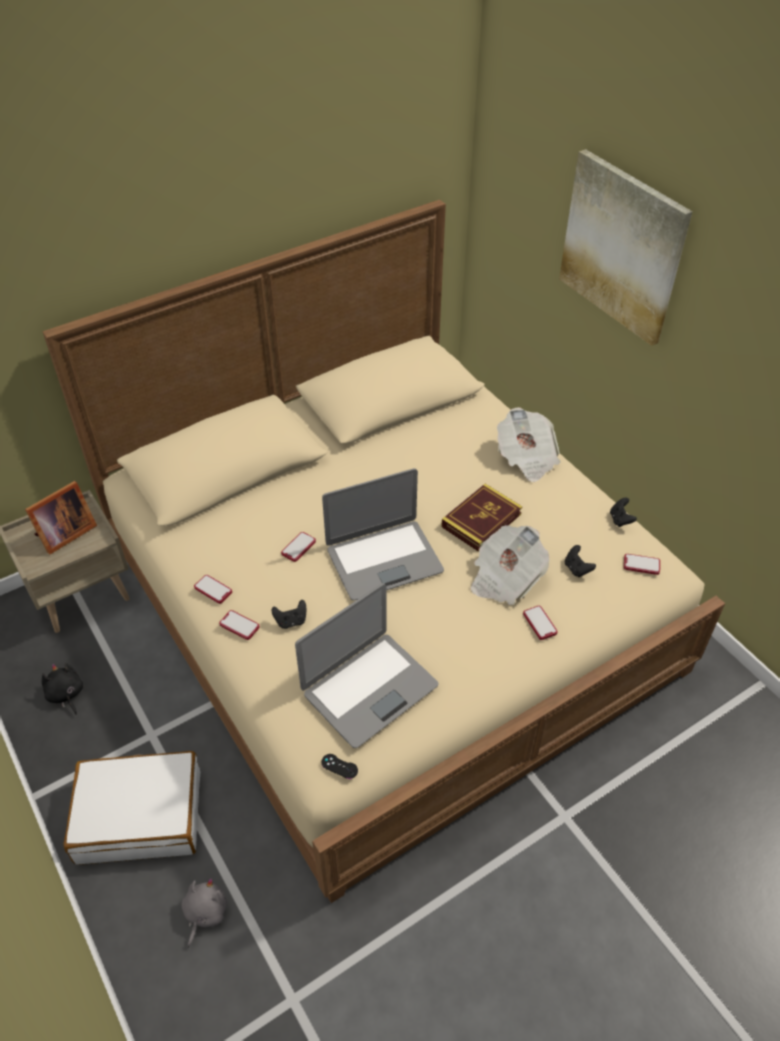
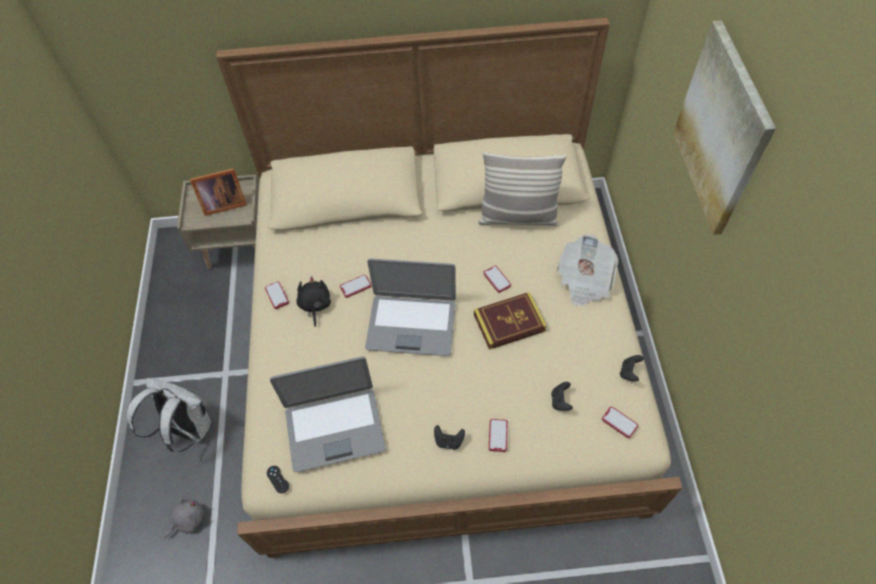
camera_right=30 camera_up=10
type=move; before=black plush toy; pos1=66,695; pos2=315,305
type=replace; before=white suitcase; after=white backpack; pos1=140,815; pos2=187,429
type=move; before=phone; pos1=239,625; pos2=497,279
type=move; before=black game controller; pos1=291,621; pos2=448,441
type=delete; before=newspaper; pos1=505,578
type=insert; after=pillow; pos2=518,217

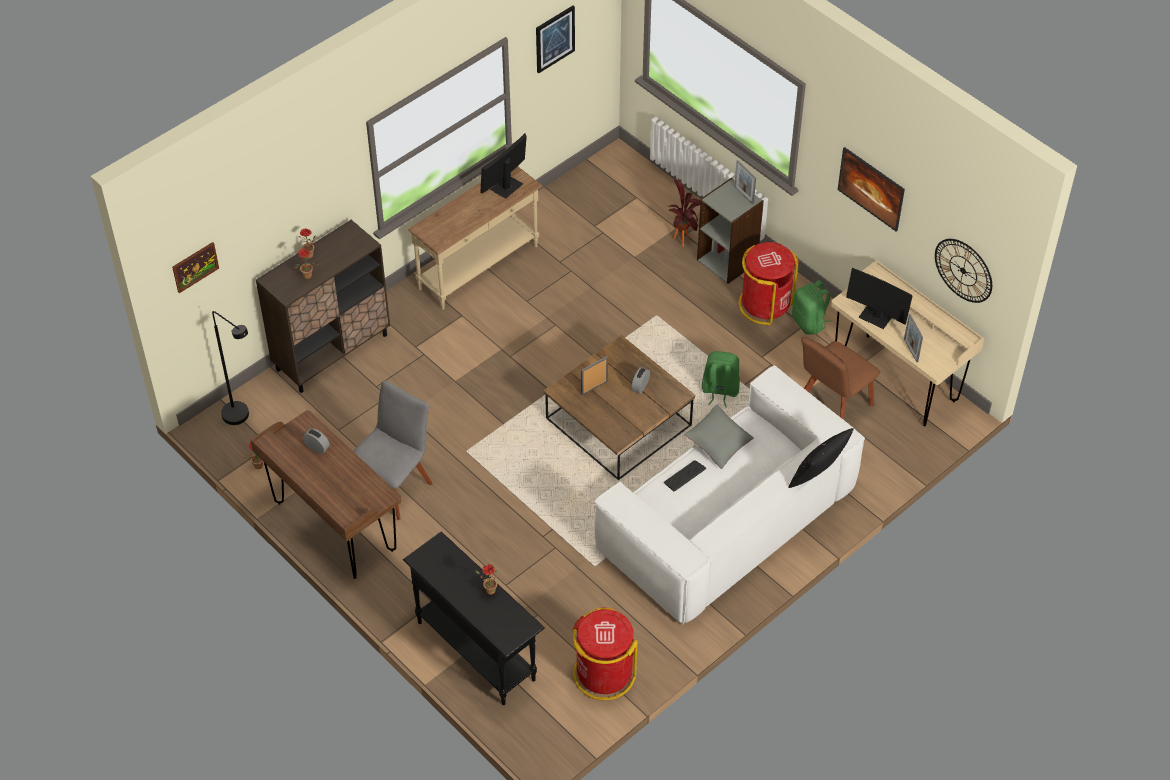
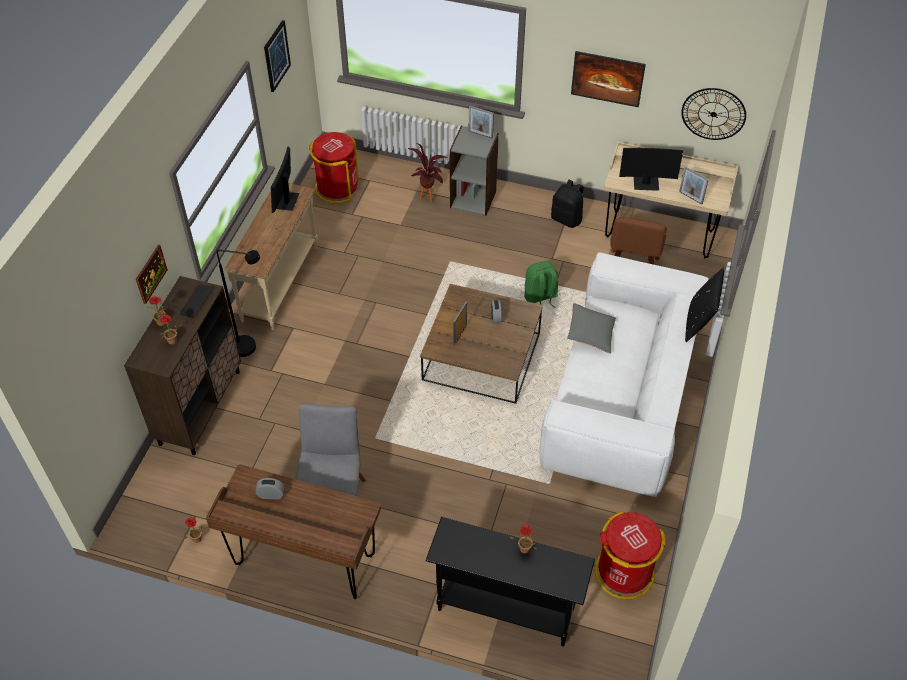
camera_right=-30 camera_up=0
type=move; before=picture; pos1=195,267; pos2=151,274
type=move; before=black floor lamp; pos1=241,418; pos2=251,347
type=move; before=keyboard; pos1=684,476; pos2=196,301
type=move; before=red trash can; pos1=765,304; pos2=337,187
type=recolor; before=green backpack; after=black backpack; pos1=809,323; pos2=567,219

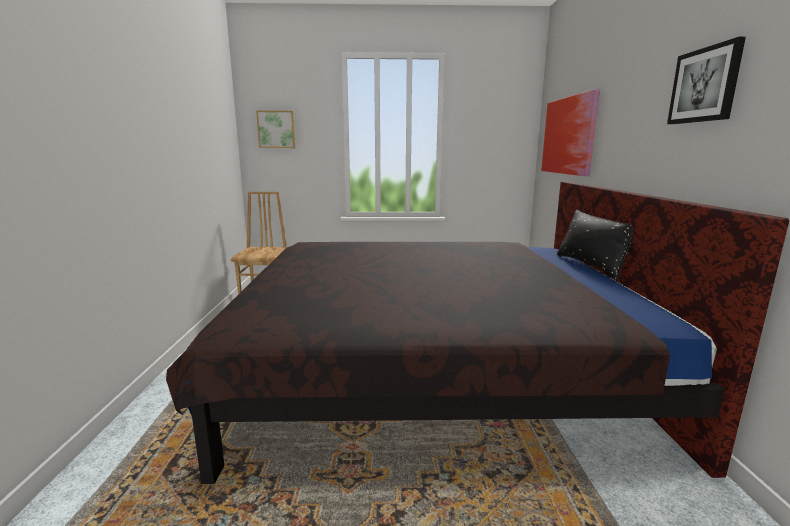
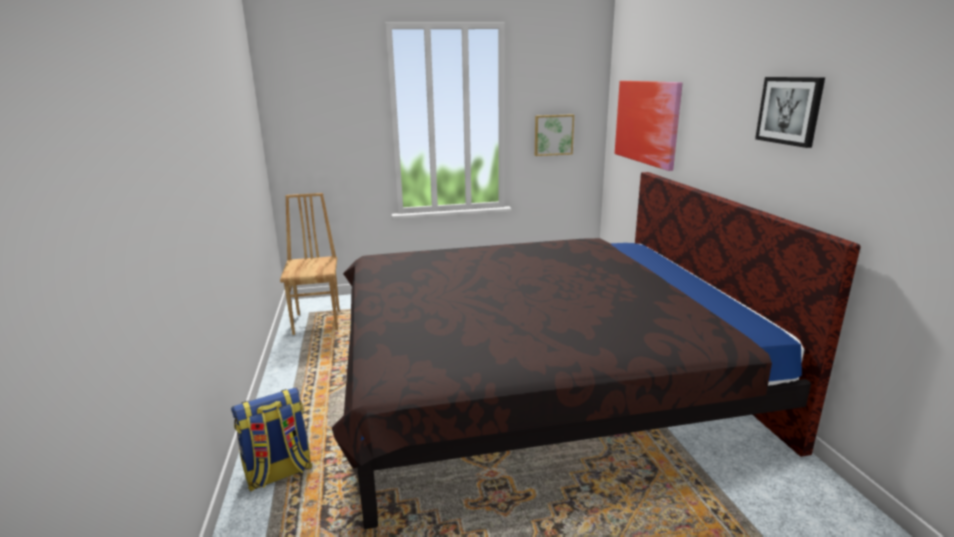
camera_right=-10 camera_up=5
type=move; before=picture; pos1=276,129; pos2=553,135
type=delete; before=black pillow; pos1=590,266
type=insert; after=backpack; pos2=278,473

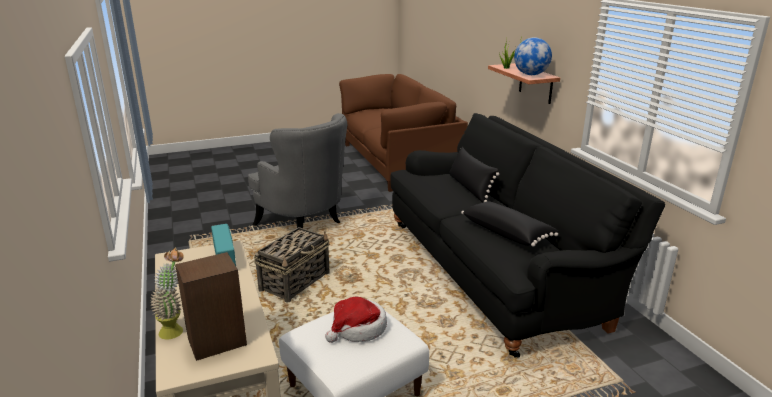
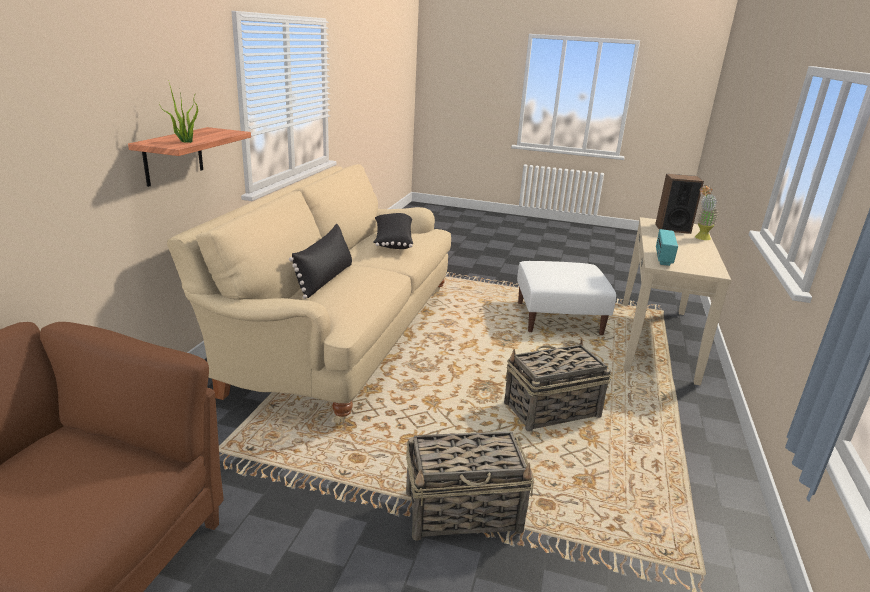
camera_right=-145 camera_up=0
type=replace; before=grey armchair; after=basket; pos1=305,223; pos2=464,511
type=delete; before=hat; pos1=358,328
type=recolor; before=black sofa; after=beige sofa; pos1=494,271; pos2=341,335
type=delete; before=globe; pos1=530,75

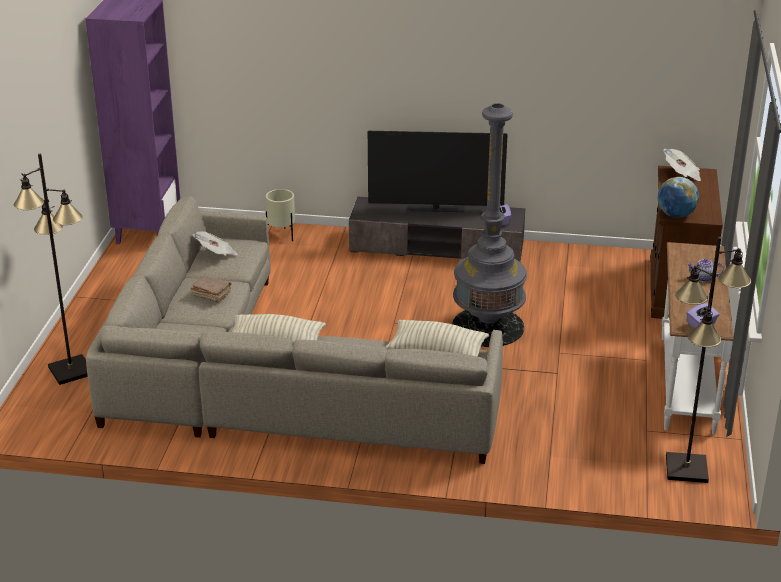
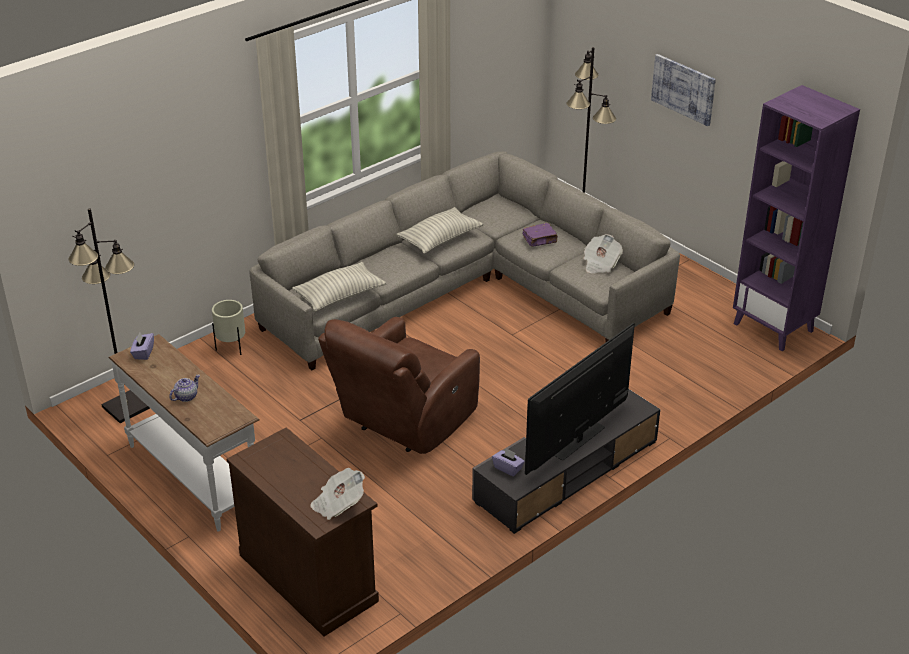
camera_right=130 camera_up=5
type=recolor; before=brown book; after=purple book; pos1=211,295; pos2=540,240
type=move; before=beige planter; pos1=281,236; pos2=232,348
type=replace; before=grey floor lamp; after=brown armchair; pos1=488,327; pos2=403,423
type=delete; before=globe; pos1=676,215
type=insert; after=picture; pos2=683,89

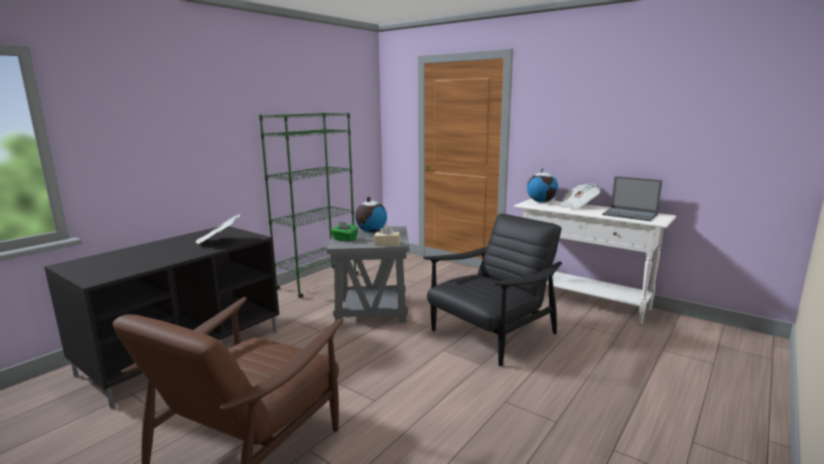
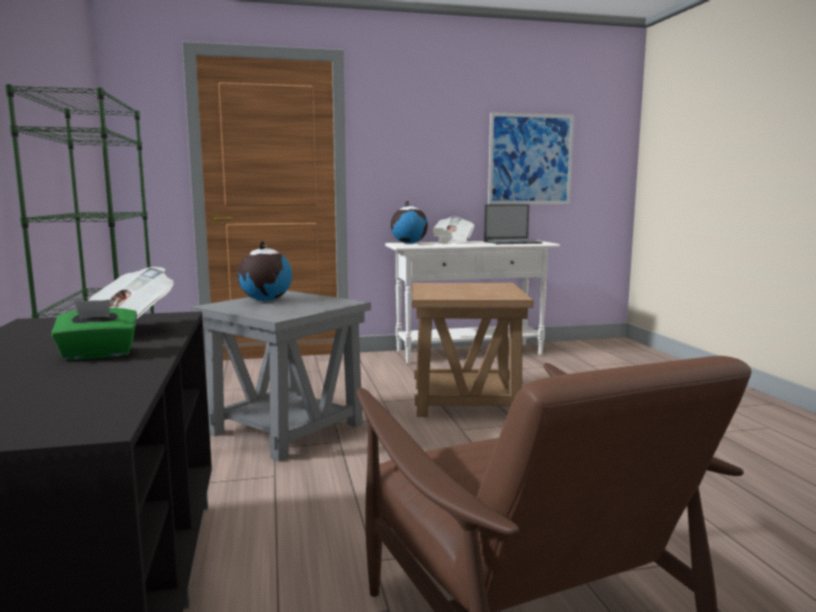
camera_right=-50 camera_up=-5
type=move; before=green tissue box; pos1=344,239; pos2=98,354
type=delete; before=beige tissue box; pos1=387,244
type=replace; before=black armchair; after=brown side table; pos1=492,334; pos2=466,400
type=insert; after=picture; pos2=530,159

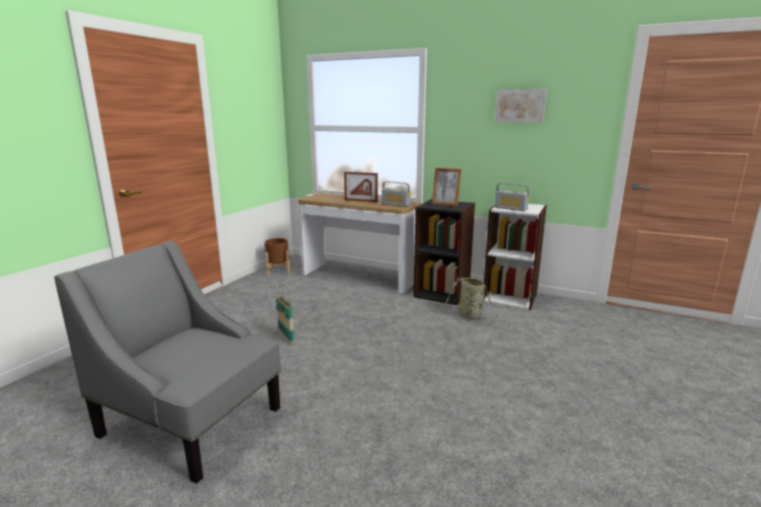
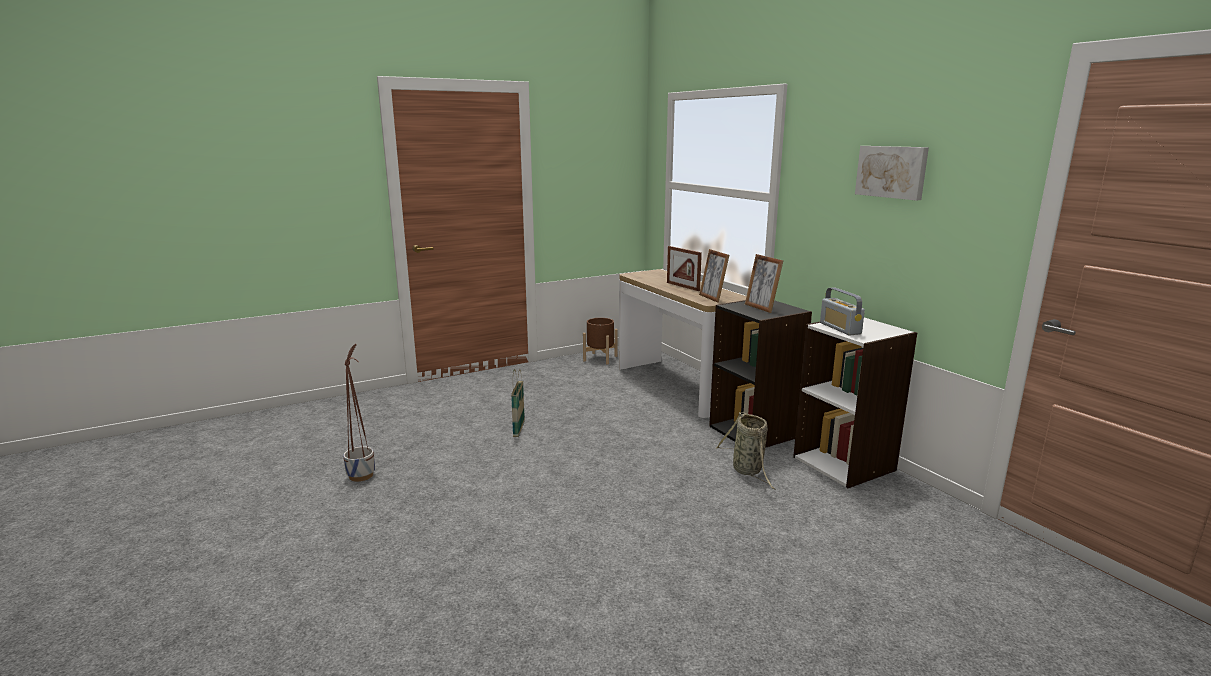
camera_right=35 camera_up=0
type=replace; before=grey armchair; after=planter; pos1=192,421; pos2=361,475
type=replace; before=radio; after=picture frame; pos1=395,205; pos2=712,298

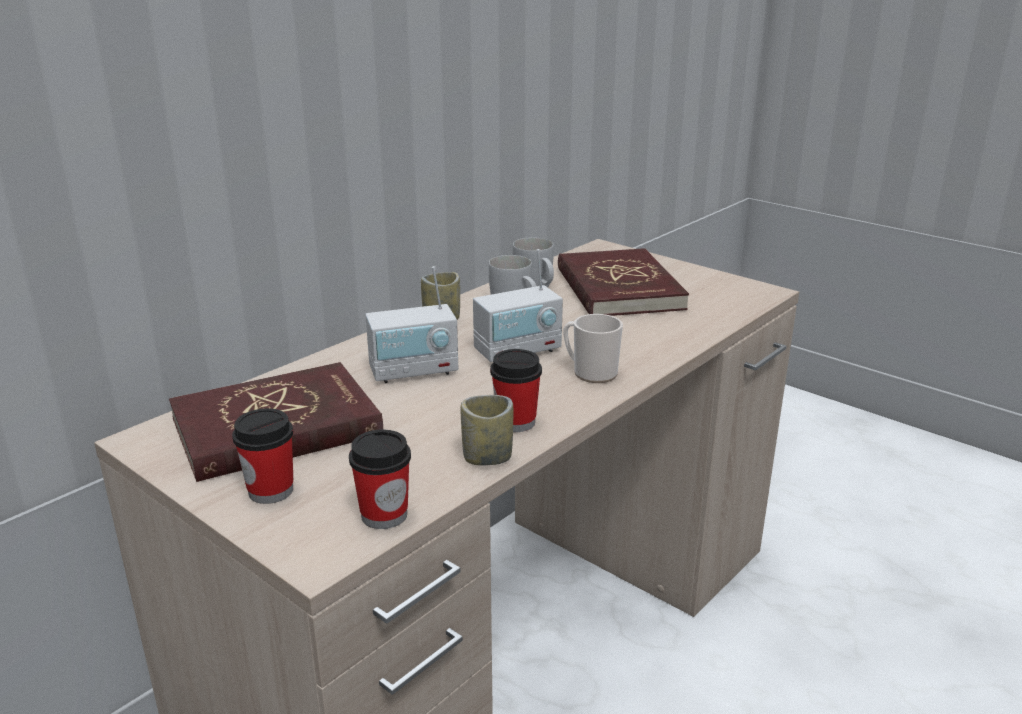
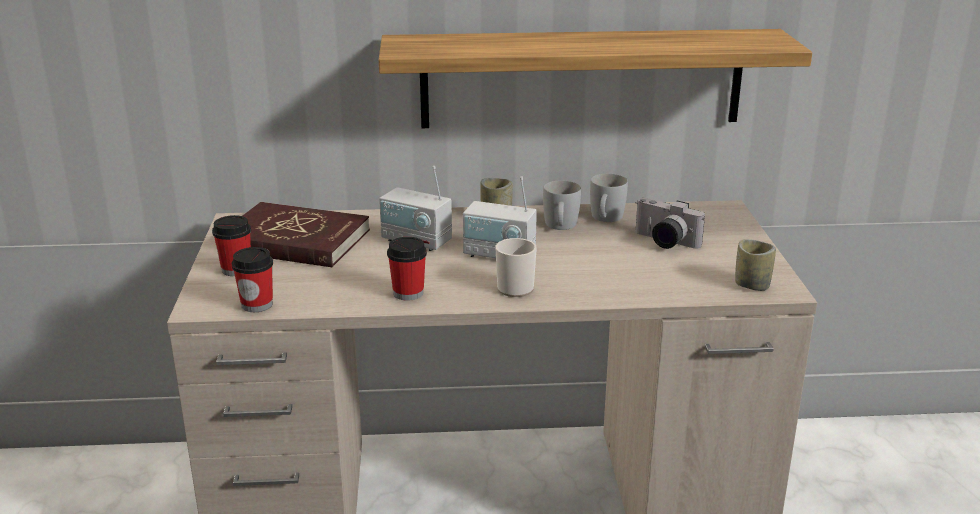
camera_right=45 camera_up=0
type=move; before=cup; pos1=487,457; pos2=752,285
type=replace; before=red book; after=photo camera; pos1=618,289; pos2=663,242
type=insert; after=shelf; pos2=581,78

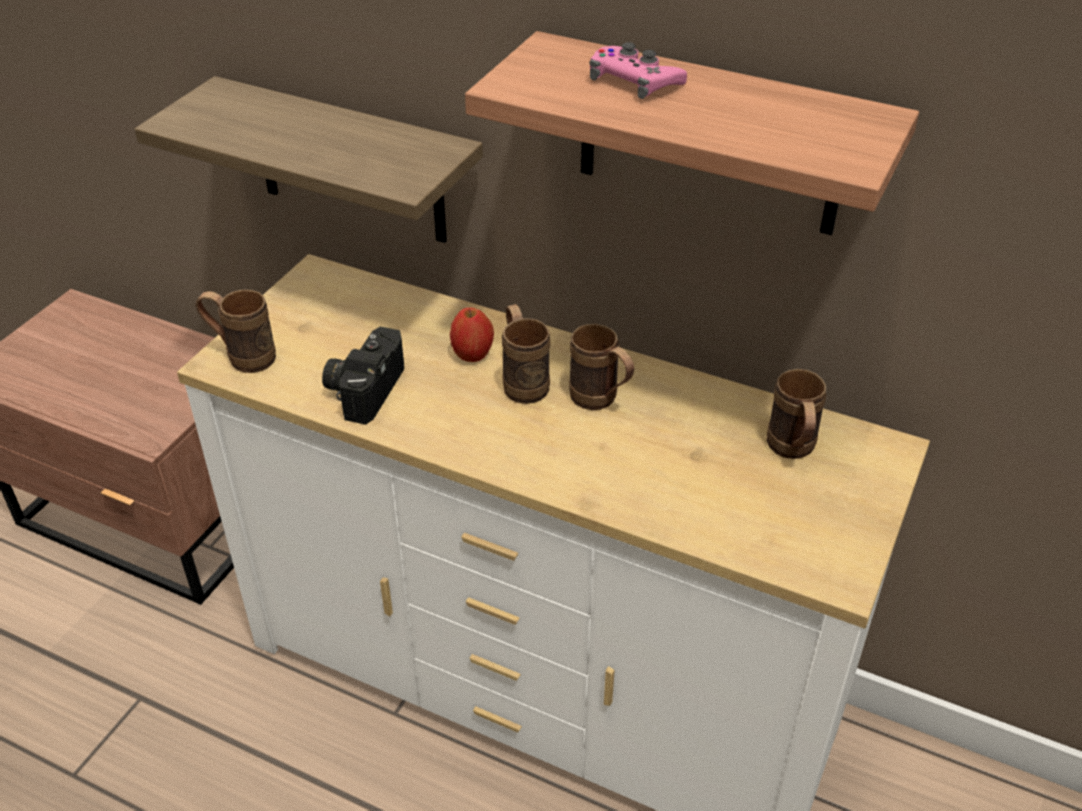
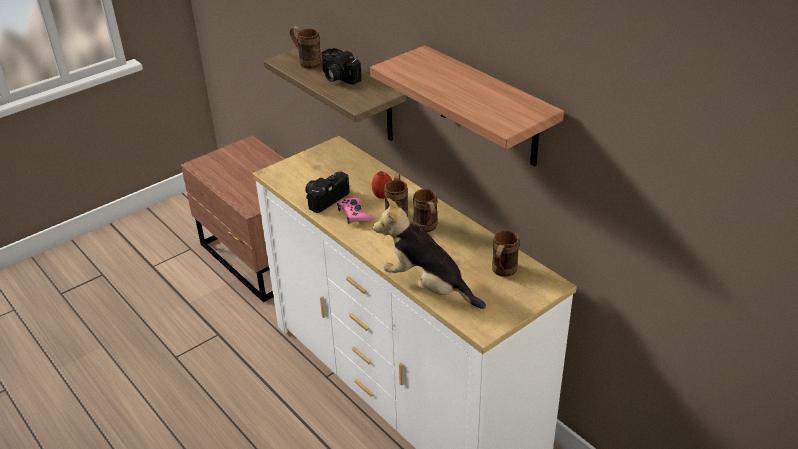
camera_right=25 camera_up=-5
type=move; before=brown mug; pos1=242,356; pos2=306,62
type=move; before=pink game controller; pos1=635,81; pos2=355,214
type=insert; after=photo camera; pos2=337,77
type=insert; after=plush toy; pos2=428,287

